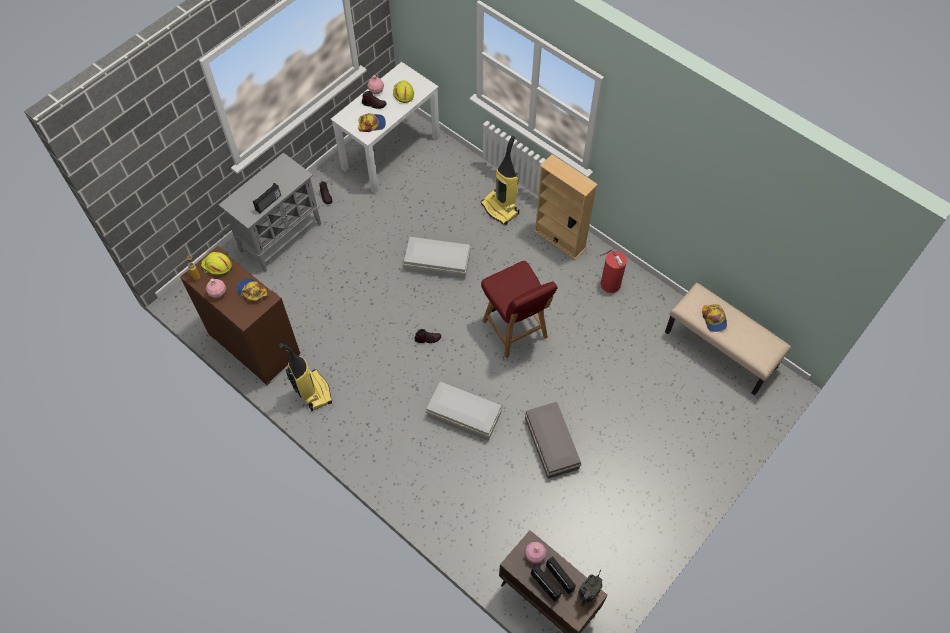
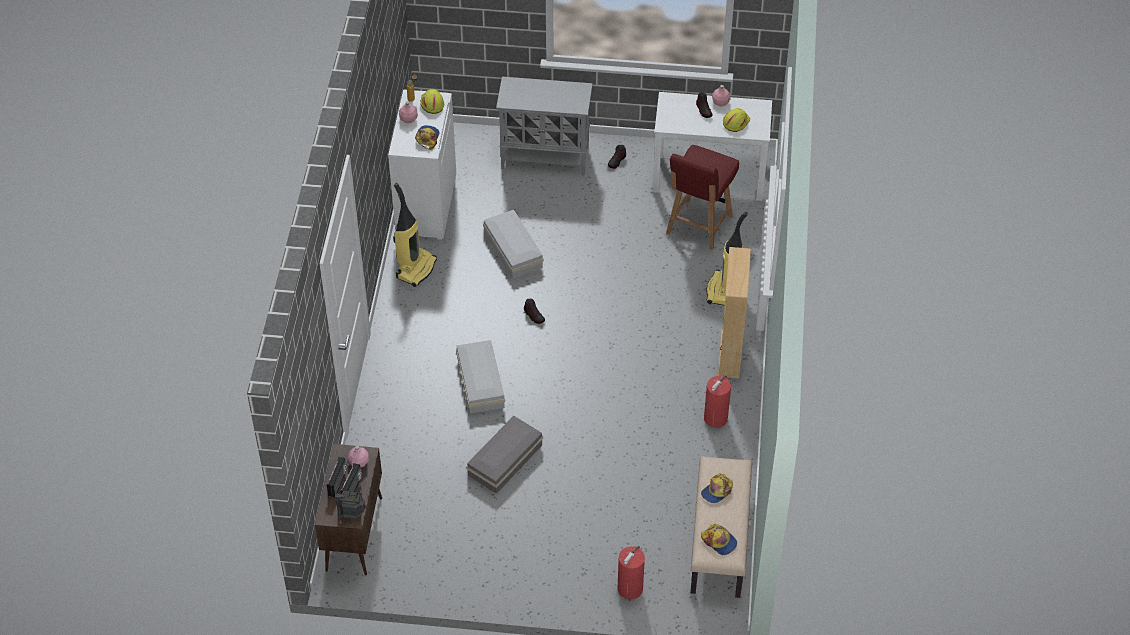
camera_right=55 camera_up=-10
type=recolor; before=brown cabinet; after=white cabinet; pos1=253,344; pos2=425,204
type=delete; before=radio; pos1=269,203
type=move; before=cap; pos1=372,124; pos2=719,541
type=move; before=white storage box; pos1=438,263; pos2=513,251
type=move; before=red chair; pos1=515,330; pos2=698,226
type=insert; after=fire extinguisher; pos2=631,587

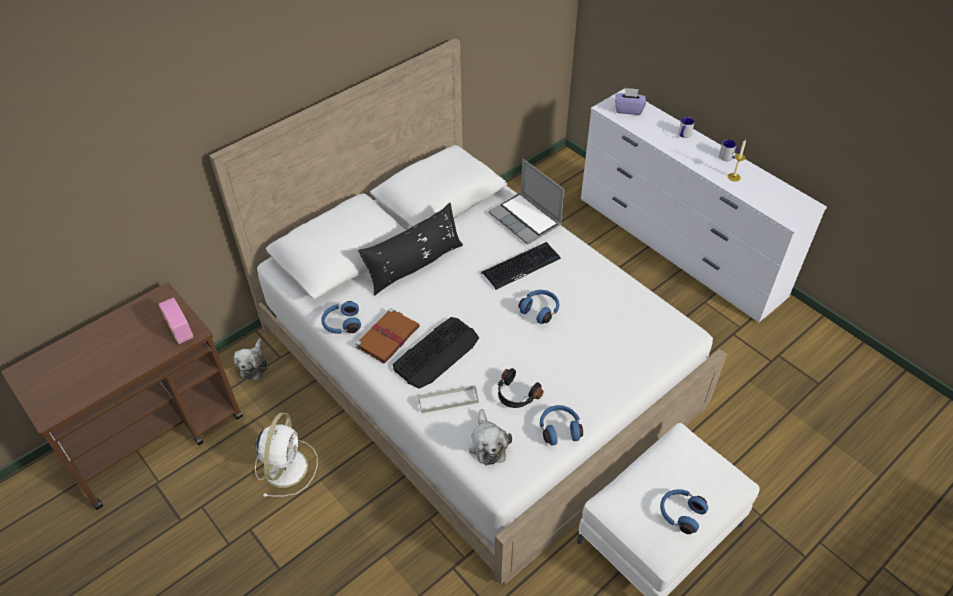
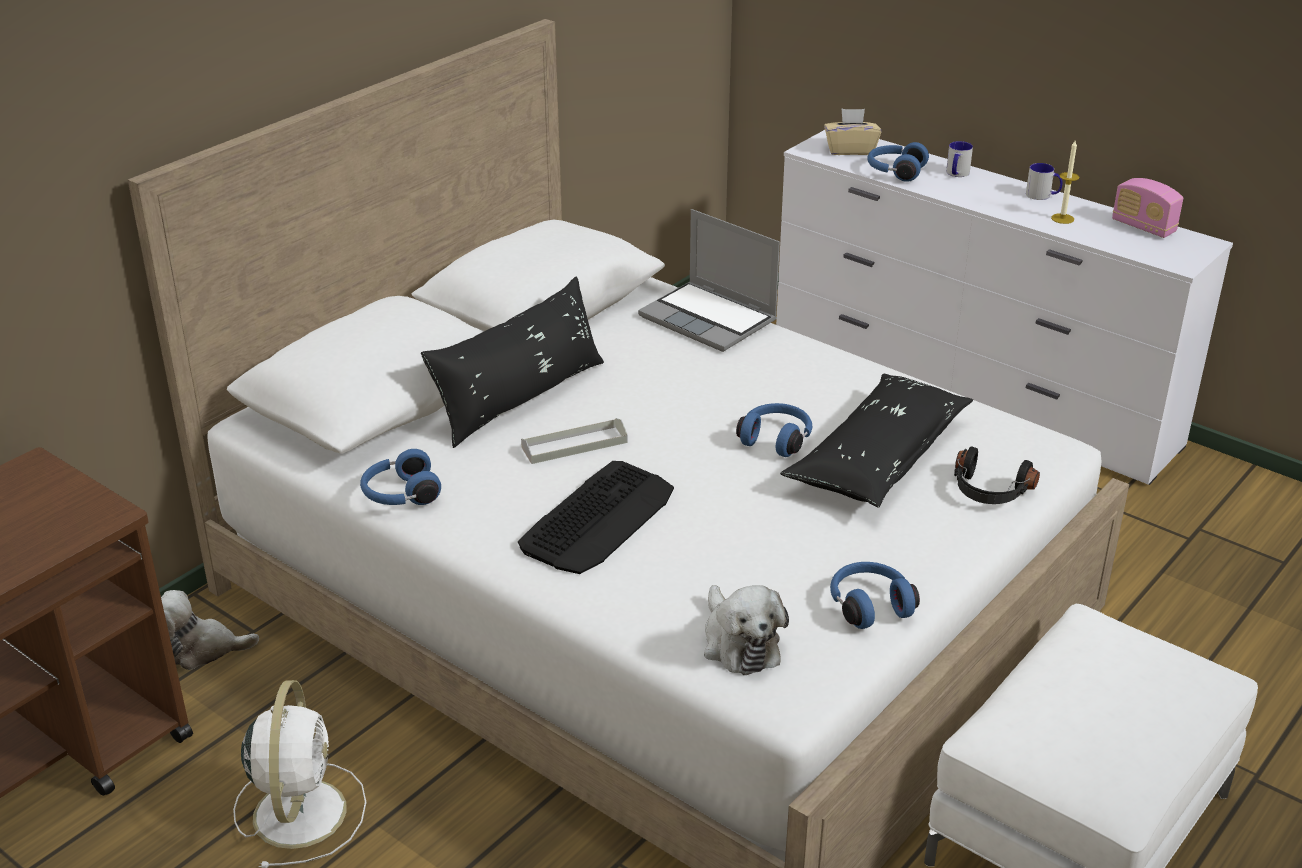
camera_right=-10 camera_up=-15
type=move; before=radio; pos1=179,329; pos2=1143,227
type=rotate; before=plush toy; pos1=254,365; pos2=200,649; turn=90
type=delete; before=brown book; pos1=388,336
type=move; before=grey tray; pos1=448,400; pos2=574,445
type=delete; before=keyboard; pos1=521,266
type=move; before=black headphones; pos1=516,395; pos2=989,492
type=recolor; before=purple tissue box; after=beige tissue box; pos1=628,110; pos2=850,150
type=move; before=blue headphones; pos1=680,513; pos2=895,172
type=insert; after=black pillow; pos2=878,458

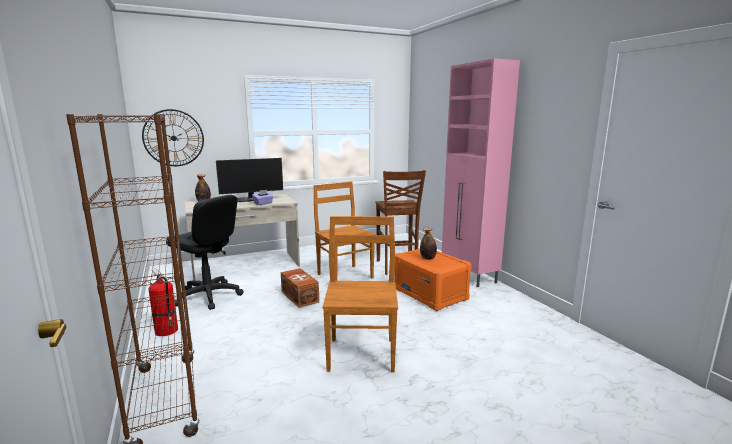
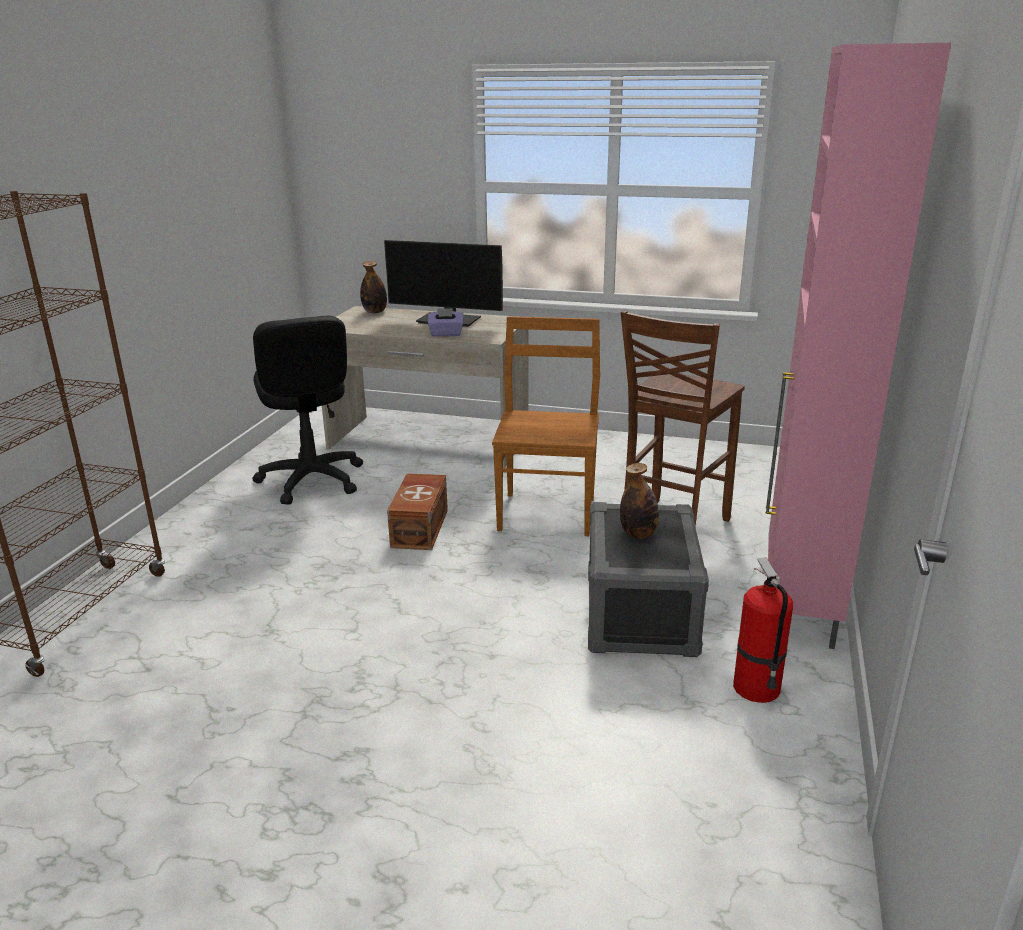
camera_right=40 camera_up=10
type=delete; before=wall clock; pos1=173,138
type=move; before=fire extinguisher; pos1=167,331; pos2=758,689
type=delete; before=brown chair; pos1=361,353
type=recolor; before=orange storage box; after=grey storage box; pos1=430,294; pos2=641,613

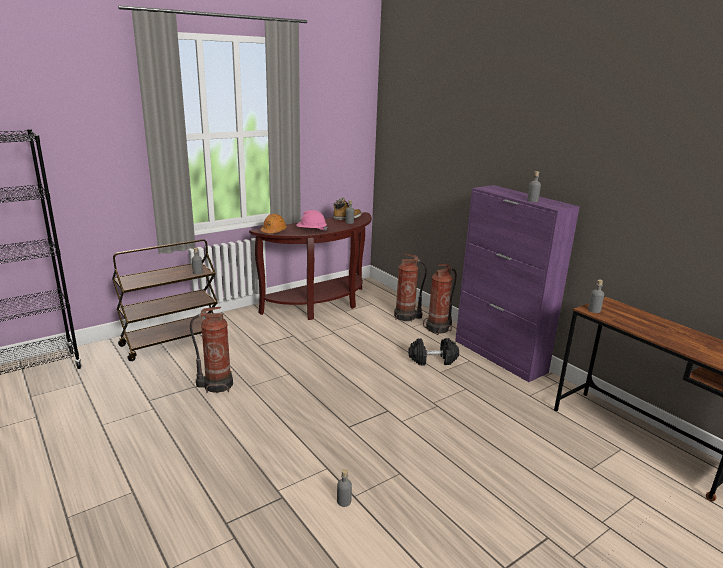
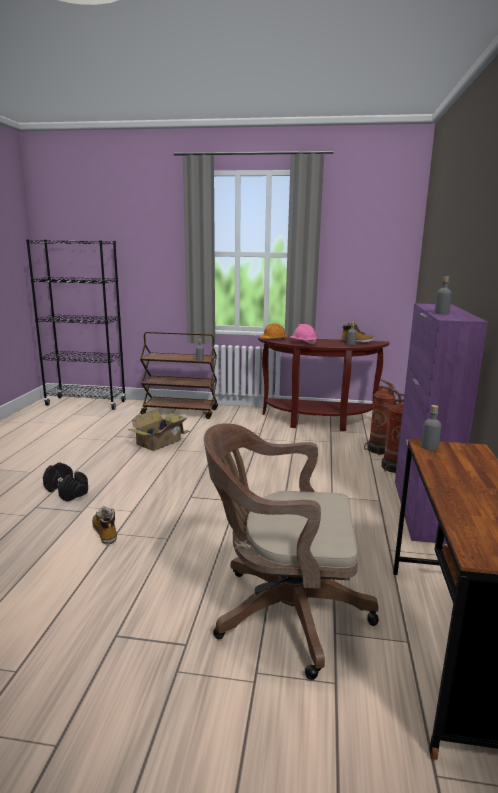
camera_right=45 camera_up=-5
type=replace; before=fire extinguisher; after=cardboard box; pos1=216,385; pos2=160,442
type=replace; before=grey bottle; after=boot; pos1=344,501; pos2=105,532
type=move; before=black dumbbell; pos1=433,360; pos2=67,492
type=insert; after=brown office chair; pos2=282,612

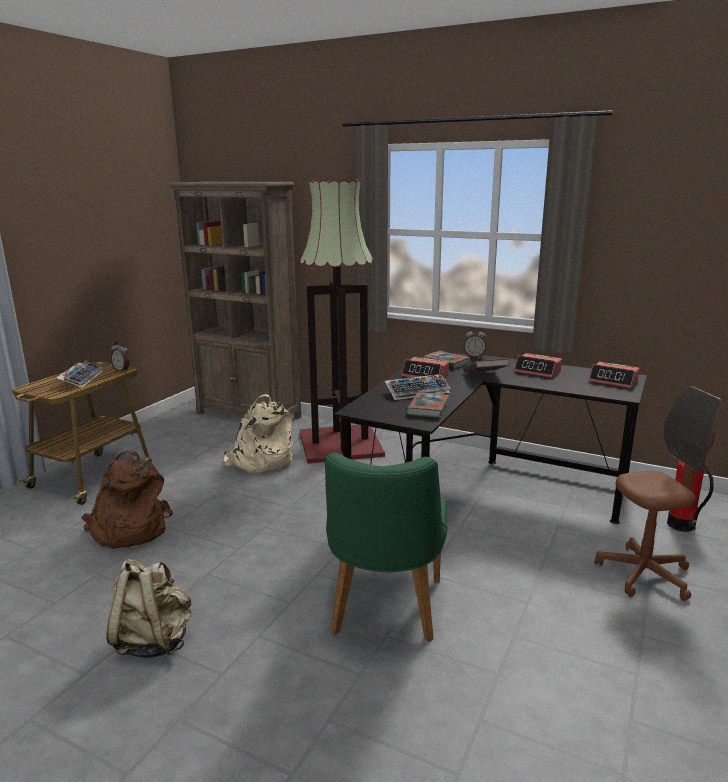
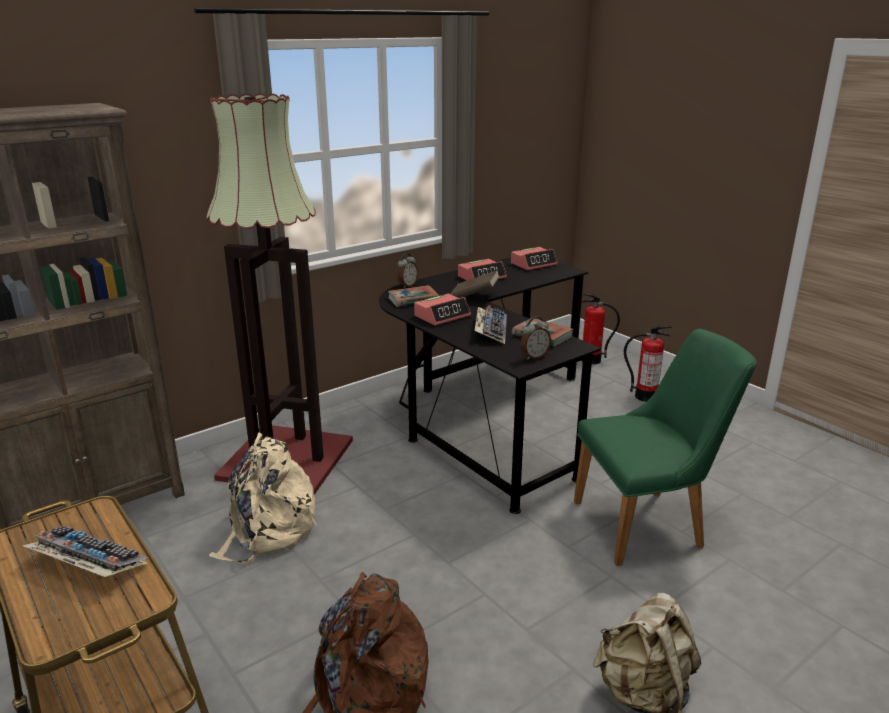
camera_right=-65 camera_up=5
type=move; before=alarm clock; pos1=122,370; pos2=534,356
type=rotate; before=green chair; pos1=384,613; pos2=649,523; turn=-45
type=replace; before=brown office chair; after=fire extinguisher; pos1=644,574; pos2=645,396

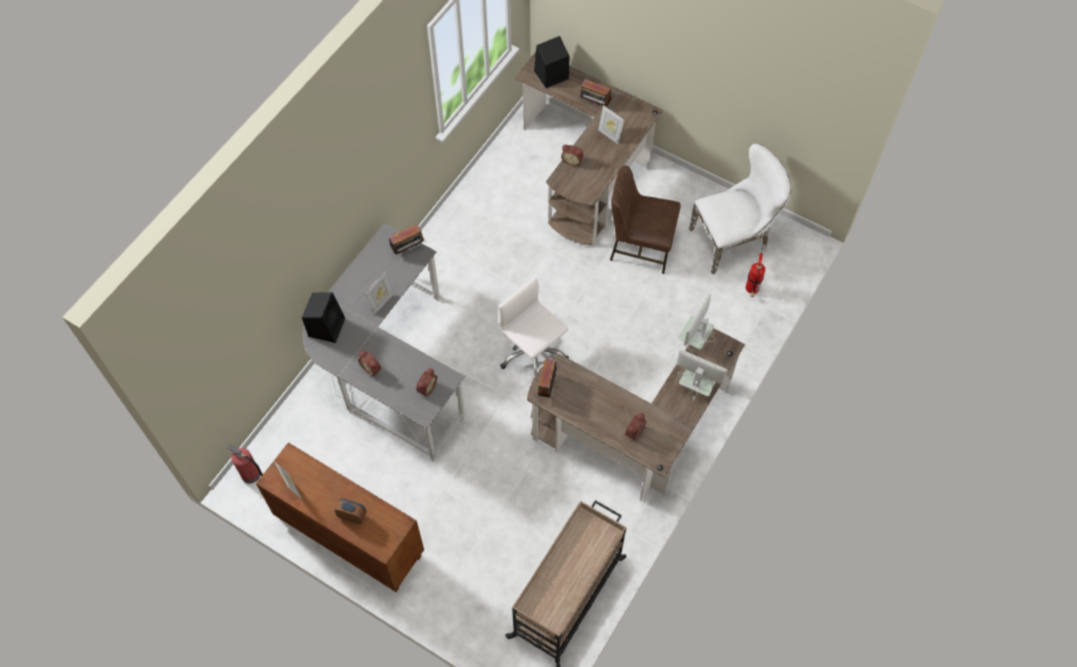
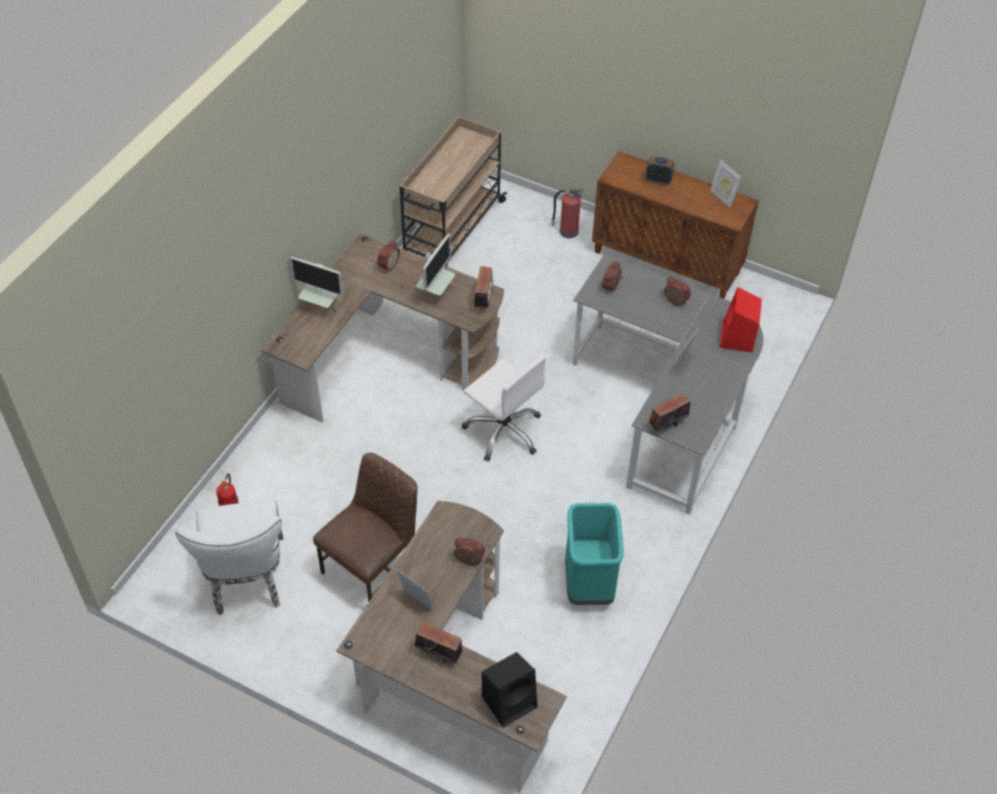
camera_right=175 camera_up=-10
type=move; before=fire extinguisher; pos1=251,475; pos2=567,231
type=recolor; before=black speaker; after=red speaker; pos1=326,326; pos2=737,339
type=rotate; before=brown chair; pos1=640,246; pos2=373,567; turn=-60
type=move; before=monitor; pos1=695,341; pos2=435,292
type=rotate; before=white chair; pos1=733,240; pos2=247,581; turn=-75
type=insert; after=turquoise trash can; pos2=589,584

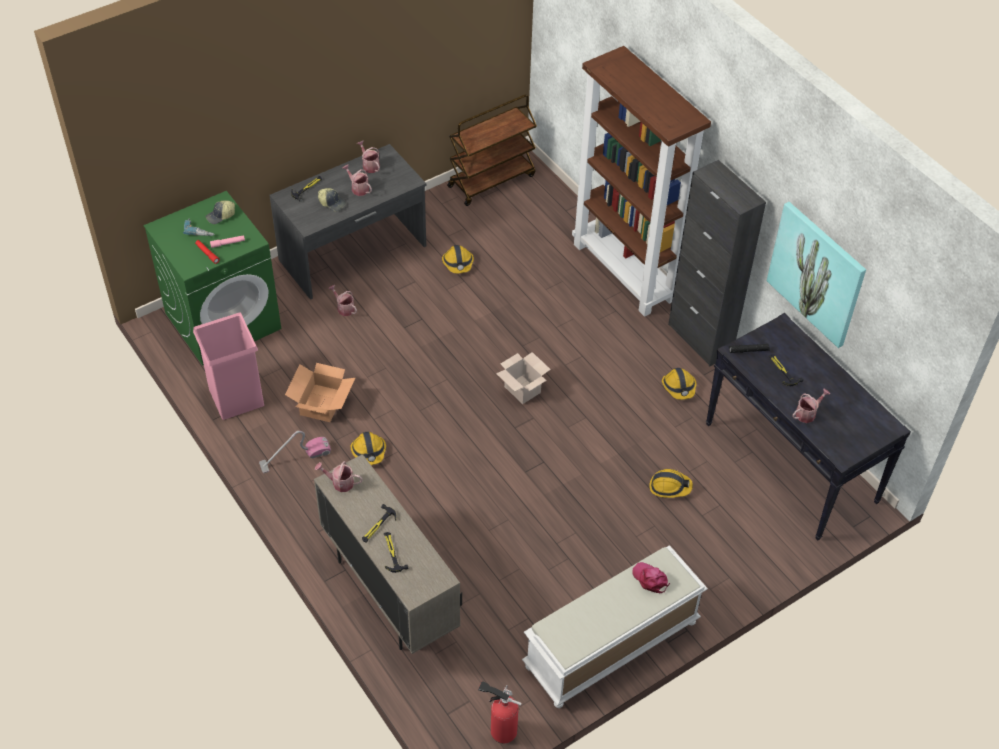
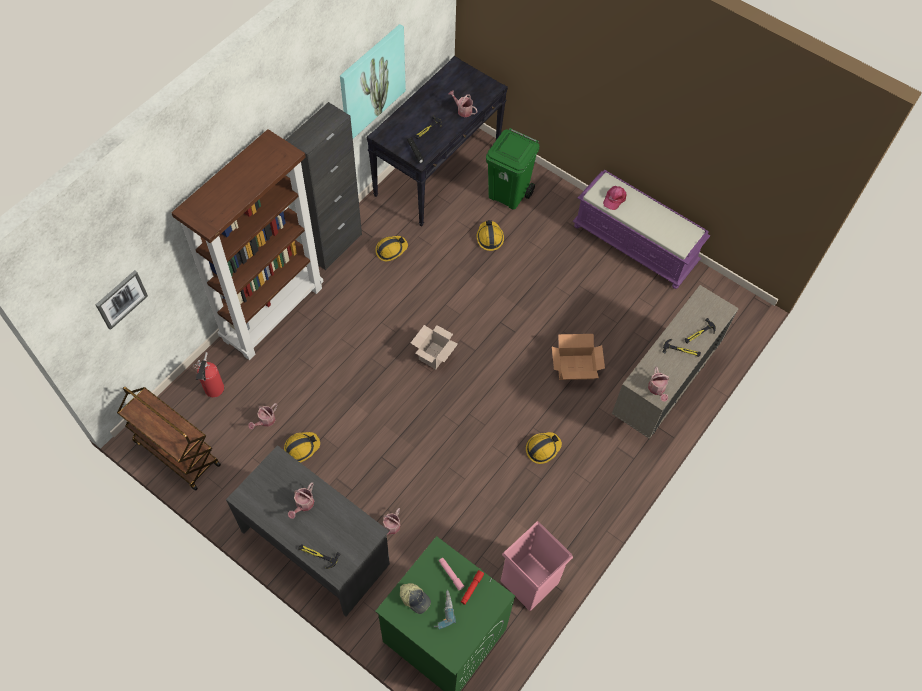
camera_right=-110 camera_up=10
type=delete; before=vacuum cleaner; pos1=295,457
type=move; before=cardboard box; pos1=321,403; pos2=576,368
type=delete; before=cap; pos1=332,203
type=move; before=watering can; pos1=369,165; pos2=265,421
type=move; before=fire extinguisher; pos1=501,729; pos2=213,390
type=recolor; before=white bench; after=purple bench; pos1=611,646; pos2=635,245
type=insert; after=picture; pos2=121,299
type=insert; after=green trash can; pos2=508,195

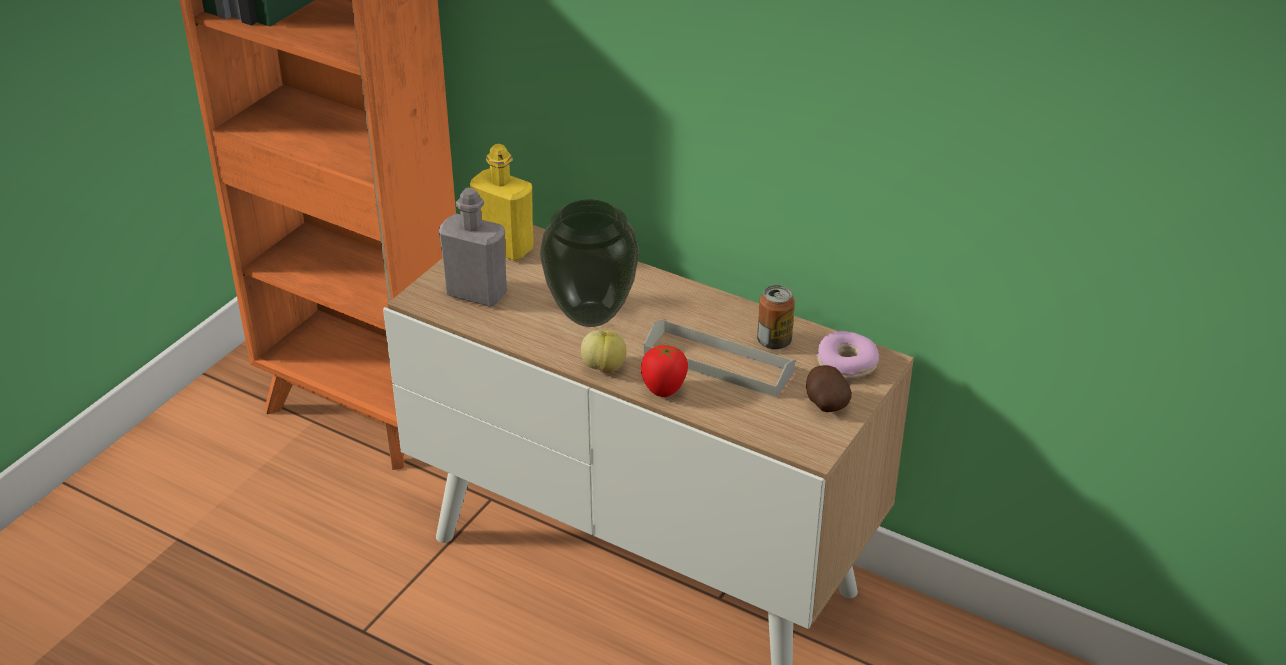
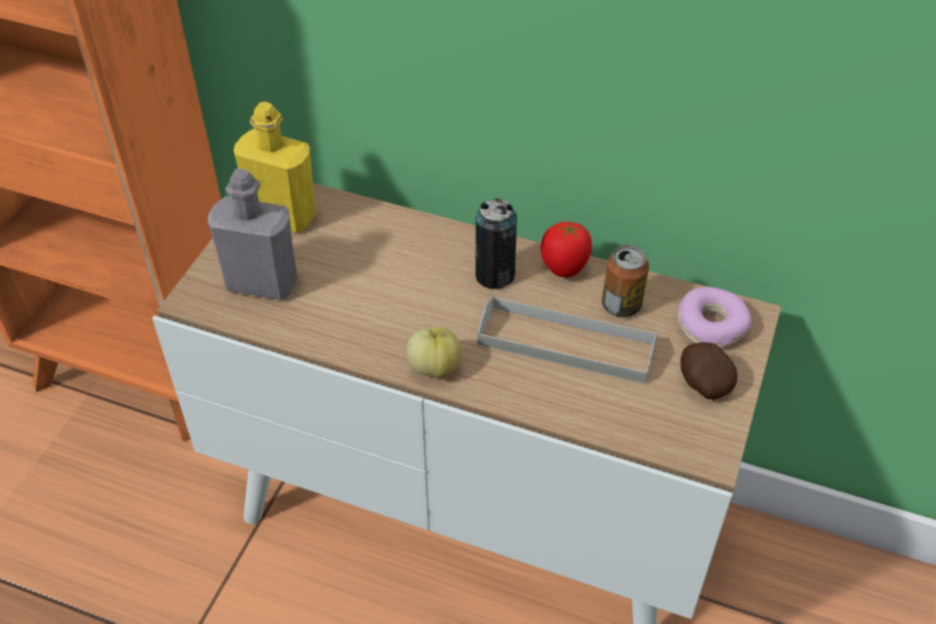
camera_right=-10 camera_up=10
type=delete; before=vase; pos1=592,316
type=move; before=tomato; pos1=664,391; pos2=564,270
type=insert; after=can; pos2=495,275

